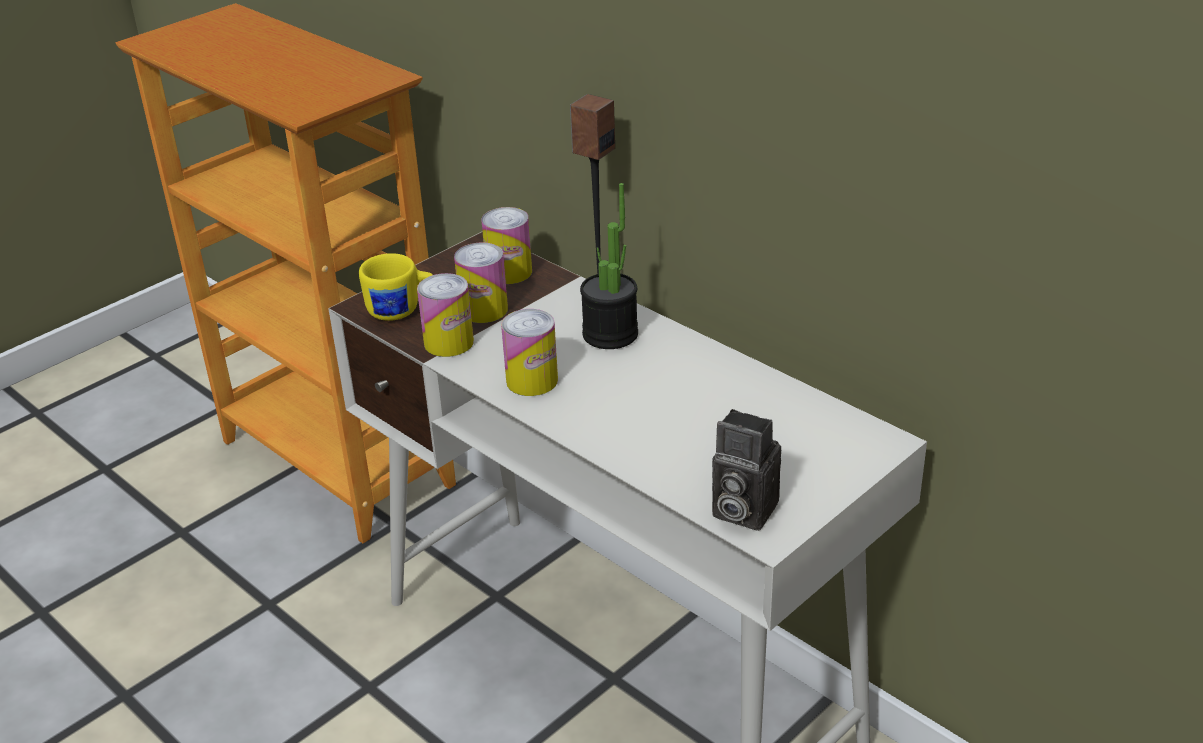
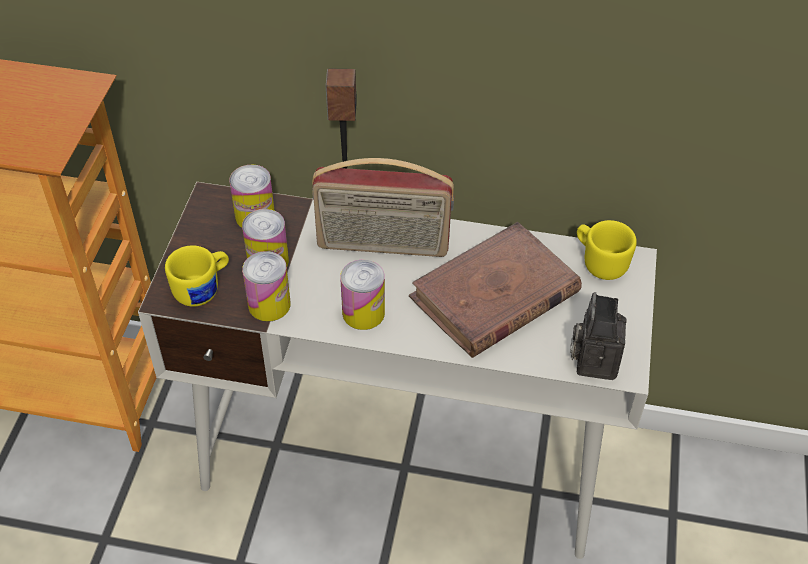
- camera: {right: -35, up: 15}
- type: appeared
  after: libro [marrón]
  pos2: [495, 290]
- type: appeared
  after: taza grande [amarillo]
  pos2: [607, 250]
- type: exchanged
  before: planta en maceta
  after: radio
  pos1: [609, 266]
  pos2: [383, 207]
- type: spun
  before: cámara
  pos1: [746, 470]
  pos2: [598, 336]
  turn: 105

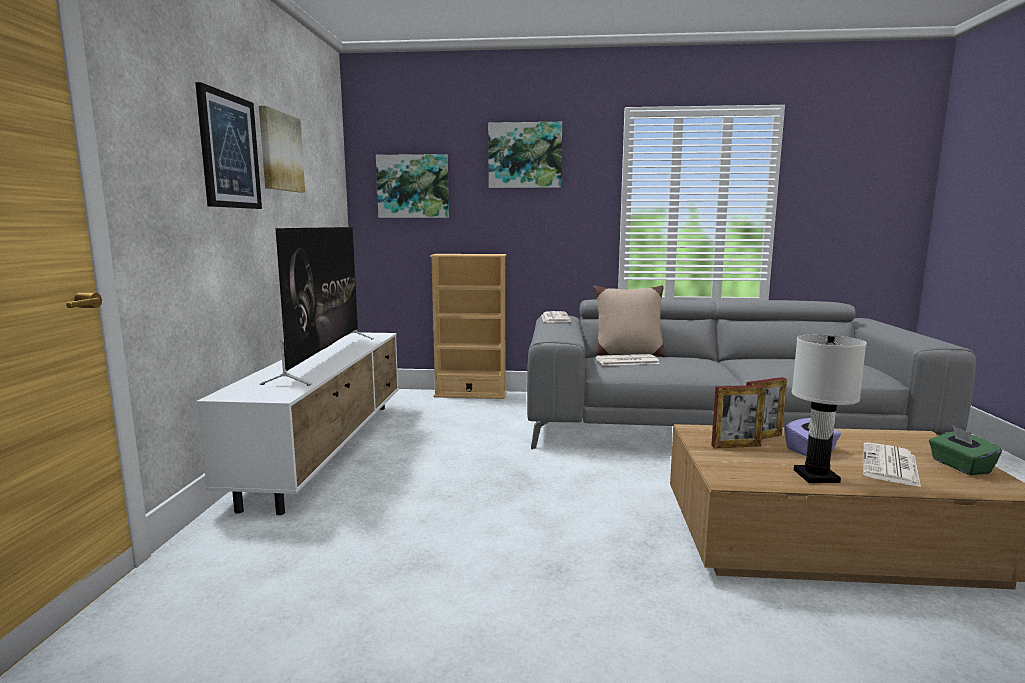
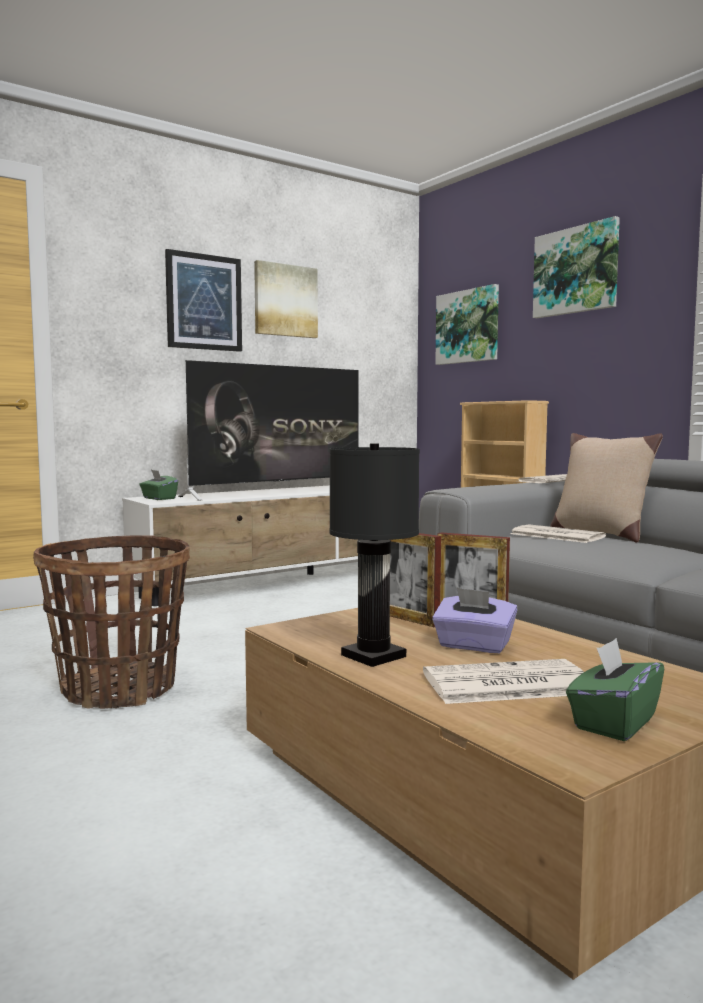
- camera: {right: 50, up: -5}
- type: appeared
  after: cesta
  pos2: [111, 622]
- type: appeared
  after: caja de pañuelos [verde]
  pos2: [158, 485]
- type: colour
  before: lámpara de mesa [blanco]
  after: lámpara de mesa [negro]
  pos1: [829, 408]
  pos2: [374, 555]

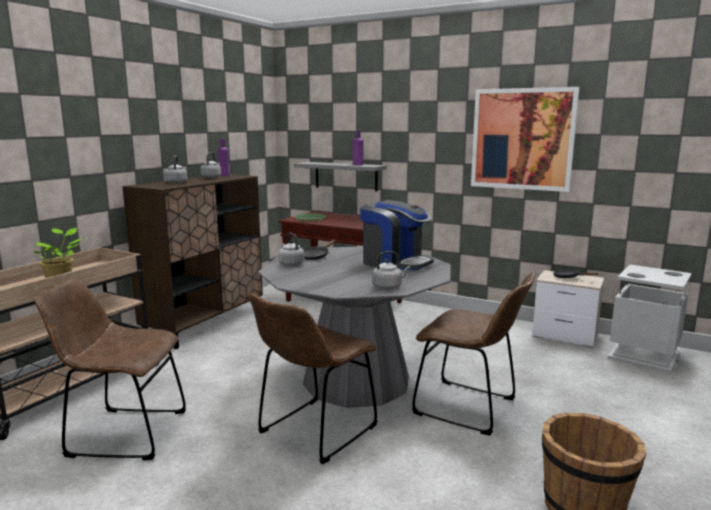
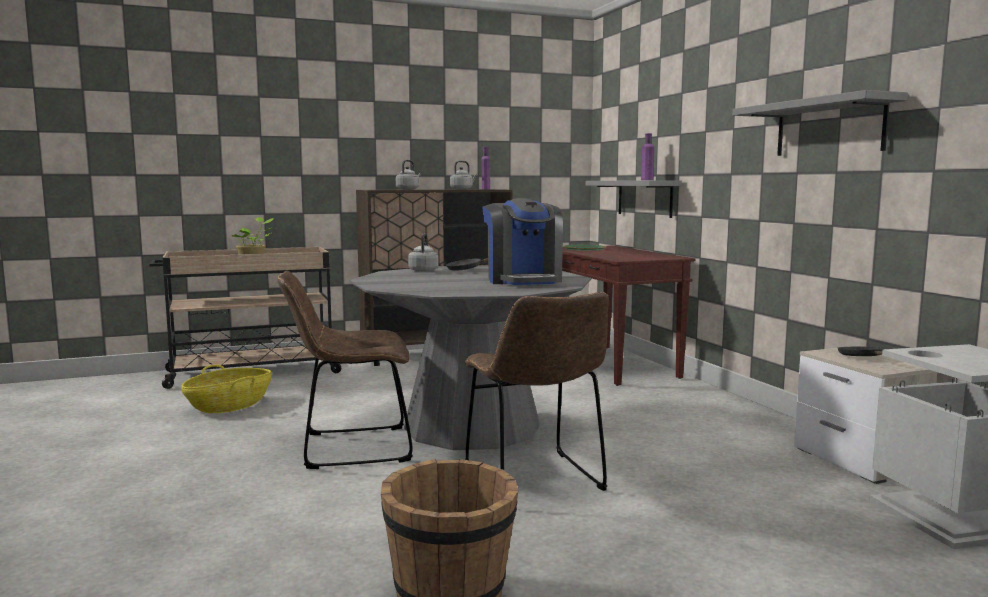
- camera: {right: 40, up: -5}
- type: missing
  before: hervidor [gris]
  pos1: [391, 270]
- type: exchanged
  before: silla [marrón]
  after: cesta
  pos1: [110, 369]
  pos2: [226, 388]
- type: exchanged
  before: cuadro
  after: estante [gris]
  pos1: [525, 139]
  pos2: [820, 123]

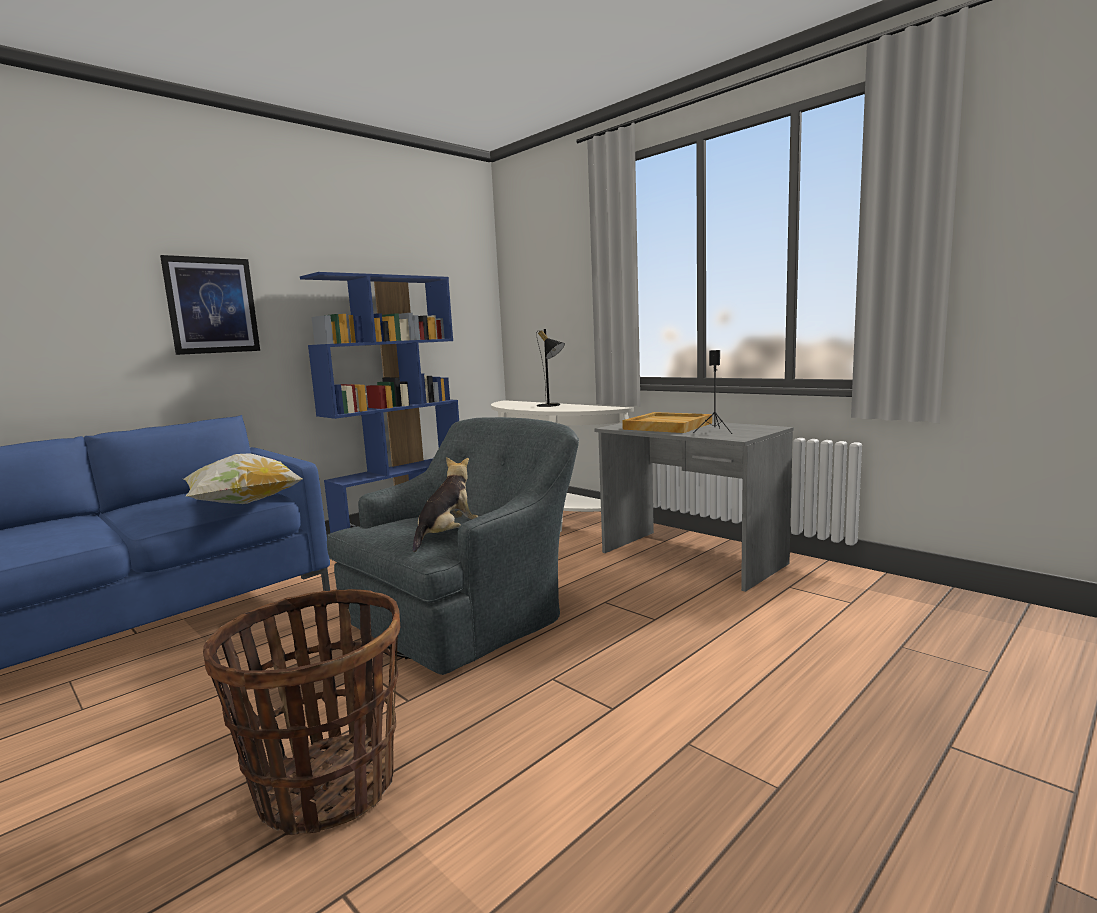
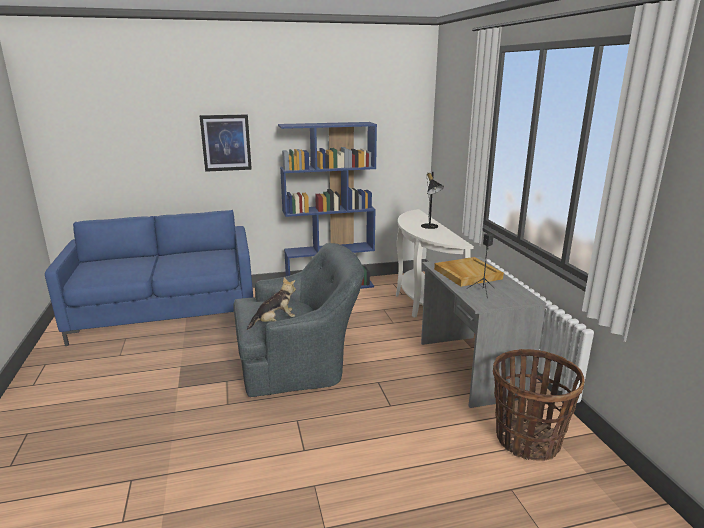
- camera: {right: 30, up: 10}
- type: missing
  before: cojín
  pos1: [243, 479]
- type: relocated
  before: cesta
  pos1: [302, 712]
  pos2: [539, 405]

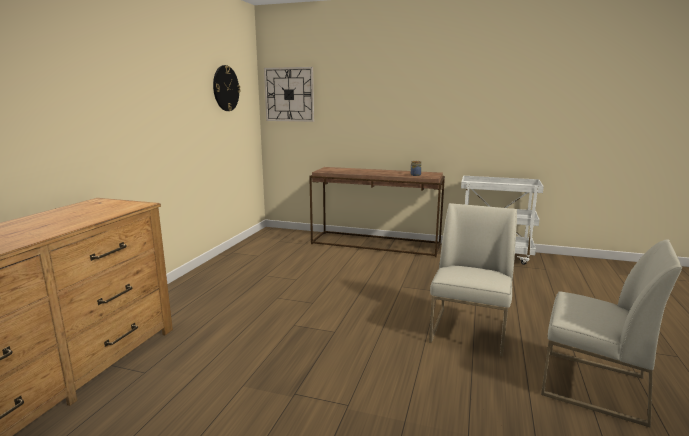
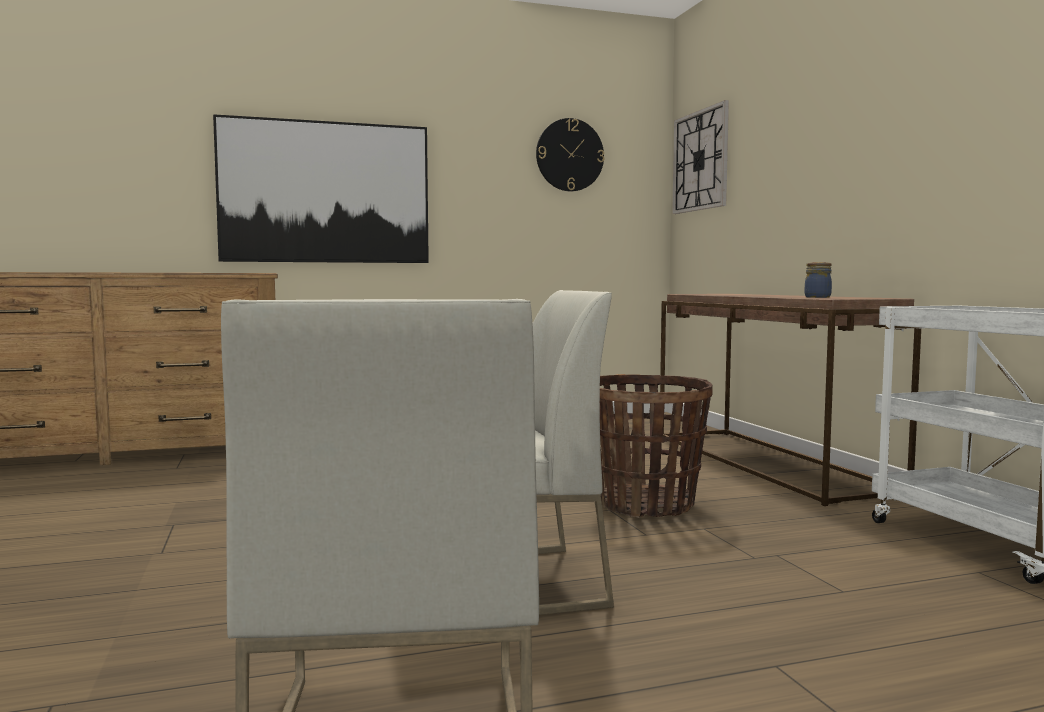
- camera: {right: 55, up: -10}
- type: appeared
  after: cuadro
  pos2: [321, 188]
- type: appeared
  after: cesta
  pos2: [656, 446]

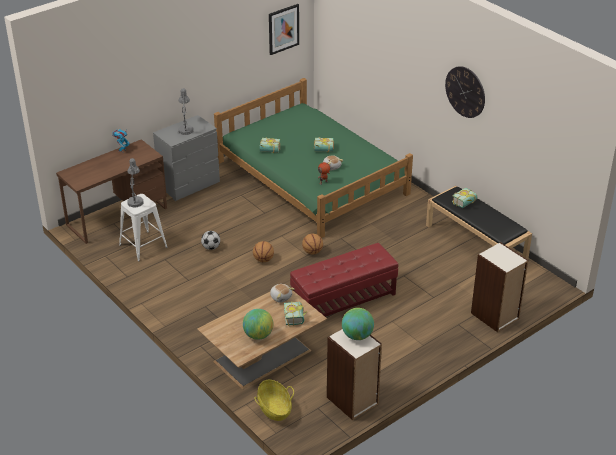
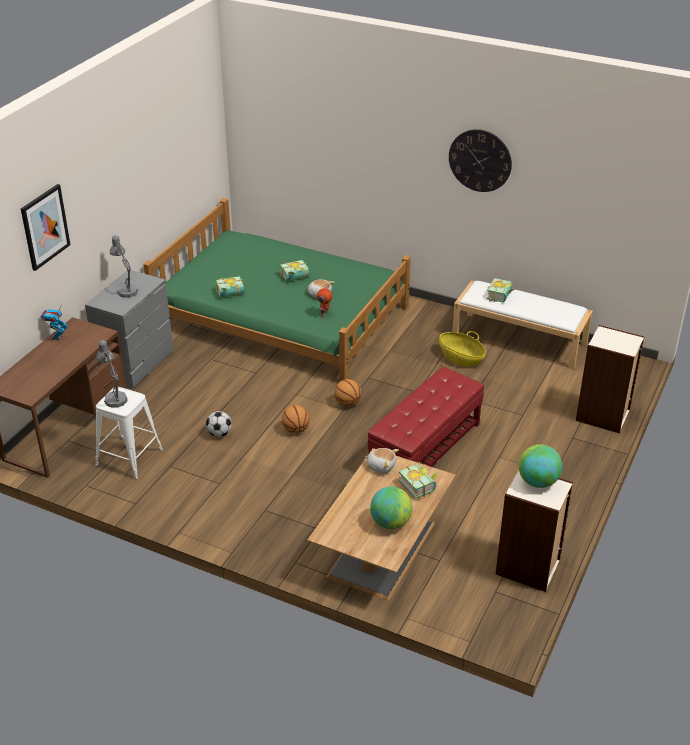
- camera: {right: -25, up: 0}
- type: relocated
  before: cesta
  pos1: [274, 400]
  pos2: [462, 349]
- type: relocated
  before: cuadro
  pos1: [284, 29]
  pos2: [45, 227]
- type: colour
  before: banco [negro]
  after: banco [blanco]
  pos1: [479, 223]
  pos2: [522, 325]

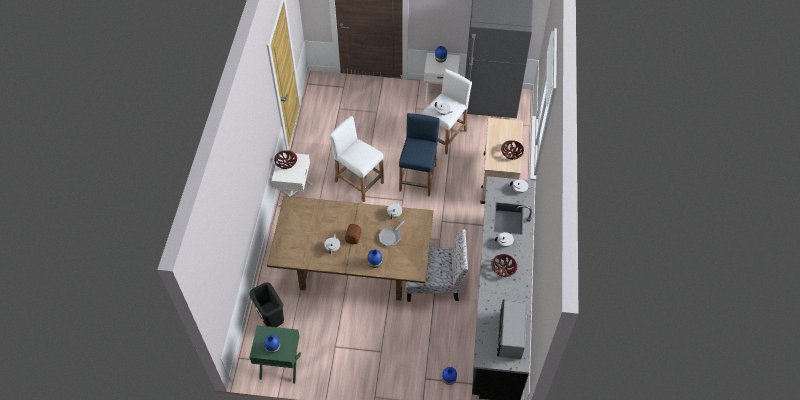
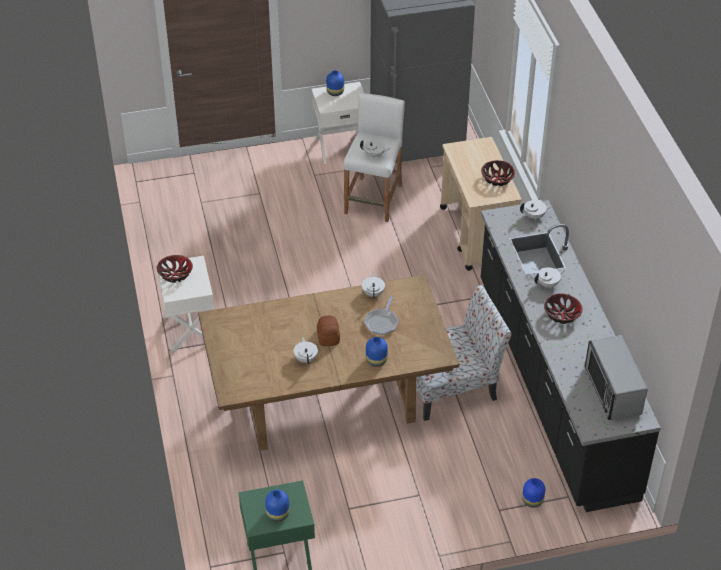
- camera: {right: -20, up: -10}
- type: missing
  before: papelera [negro]
  pos1: [267, 304]
- type: missing
  before: taburete [blanco]
  pos1: [356, 159]
- type: missing
  before: taburete [azul]
  pos1: [419, 154]

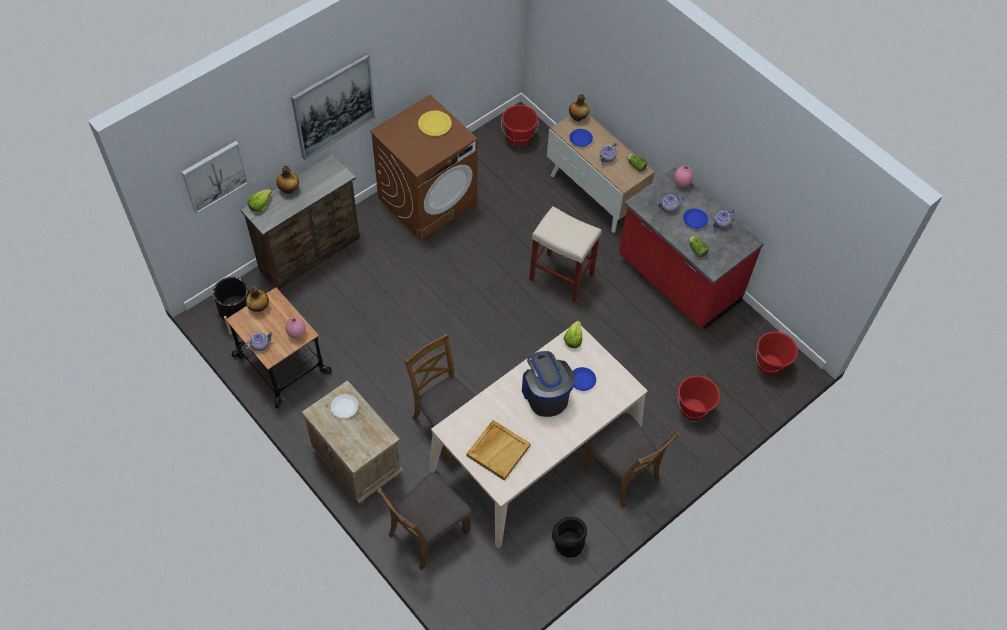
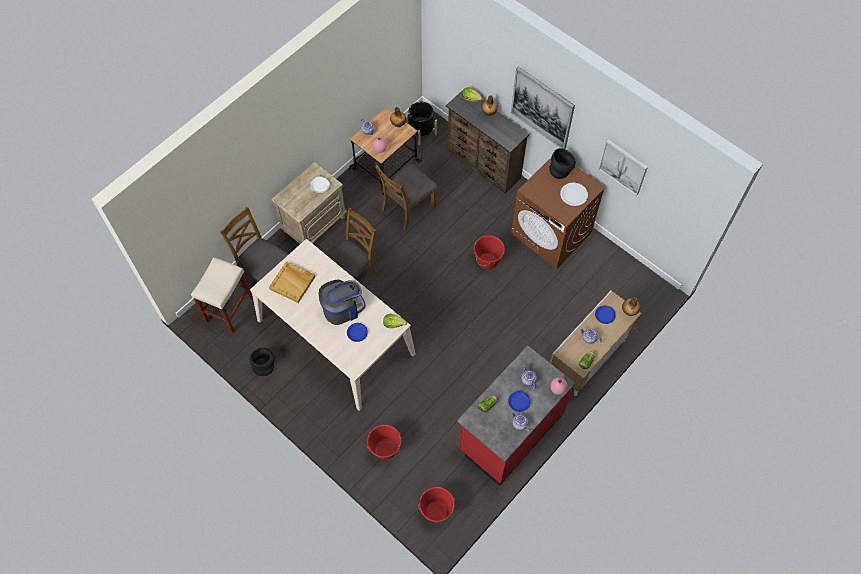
- camera: {right: 85, up: 5}
- type: appeared
  after: florero [negro]
  pos2: [562, 163]
- type: relocated
  before: cuadro
  pos1: [215, 177]
  pos2: [623, 168]
- type: relocated
  before: cubo [rojo]
  pos1: [520, 125]
  pos2: [489, 252]
- type: relocated
  before: taburete [beis]
  pos1: [565, 254]
  pos2: [222, 295]
- type: relocated
  before: silla [marrón]
  pos1: [631, 460]
  pos2: [406, 197]
- type: colour
  before: plato [amarillo]
  after: plato [blanco]
  pos1: [435, 123]
  pos2: [574, 194]

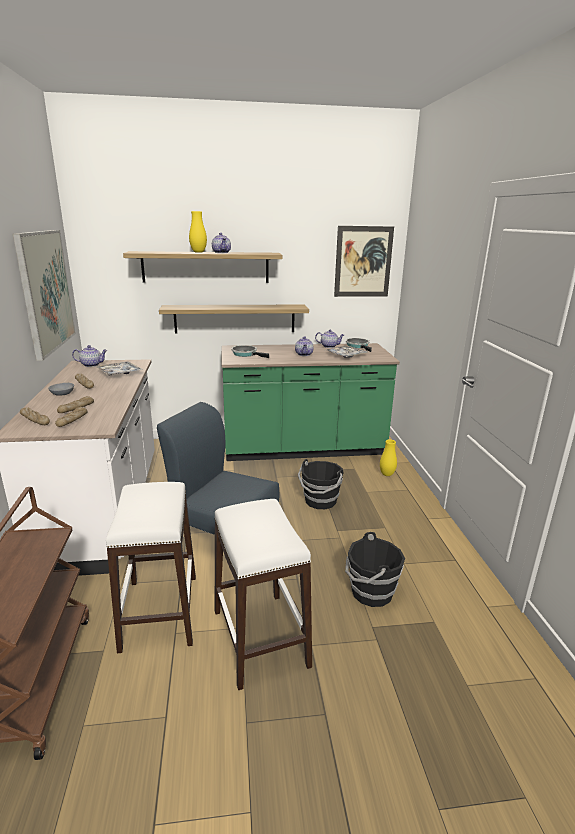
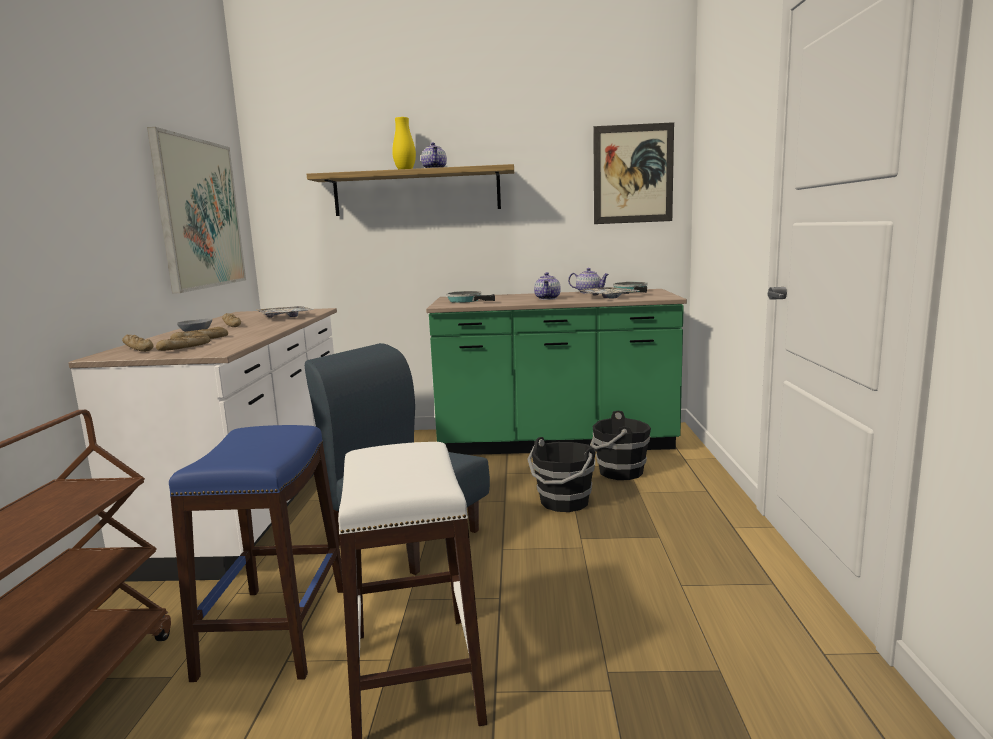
- camera: {right: 10, up: -10}
- type: missing
  before: tetera
  pos1: [89, 356]
- type: missing
  before: estante
  pos1: [234, 319]
- type: missing
  before: florero [amarillo]
  pos1: [388, 457]
- type: relocated
  before: cubo [negro]
  pos1: [375, 569]
  pos2: [620, 445]
- type: colour
  before: taburete [blanco]
  after: taburete [azul]
  pos1: [151, 567]
  pos2: [256, 553]

